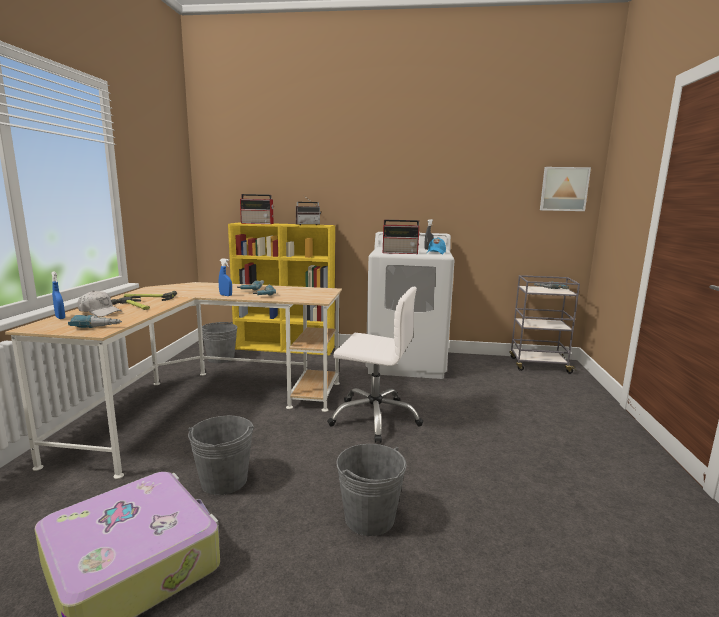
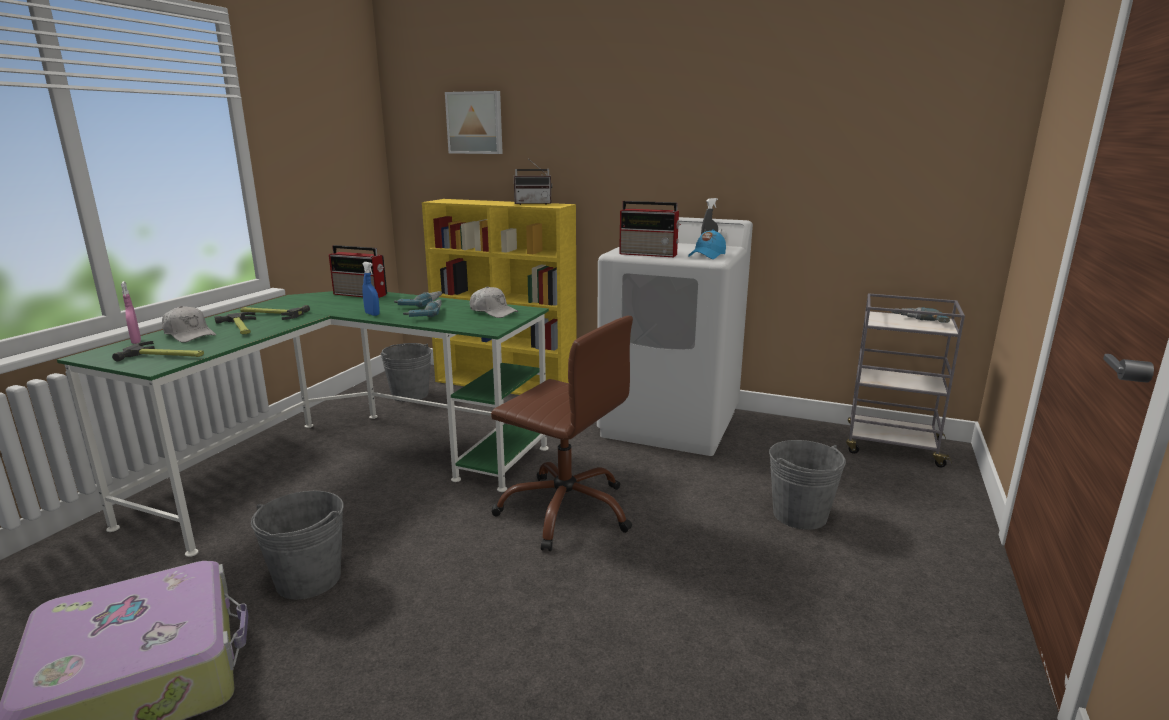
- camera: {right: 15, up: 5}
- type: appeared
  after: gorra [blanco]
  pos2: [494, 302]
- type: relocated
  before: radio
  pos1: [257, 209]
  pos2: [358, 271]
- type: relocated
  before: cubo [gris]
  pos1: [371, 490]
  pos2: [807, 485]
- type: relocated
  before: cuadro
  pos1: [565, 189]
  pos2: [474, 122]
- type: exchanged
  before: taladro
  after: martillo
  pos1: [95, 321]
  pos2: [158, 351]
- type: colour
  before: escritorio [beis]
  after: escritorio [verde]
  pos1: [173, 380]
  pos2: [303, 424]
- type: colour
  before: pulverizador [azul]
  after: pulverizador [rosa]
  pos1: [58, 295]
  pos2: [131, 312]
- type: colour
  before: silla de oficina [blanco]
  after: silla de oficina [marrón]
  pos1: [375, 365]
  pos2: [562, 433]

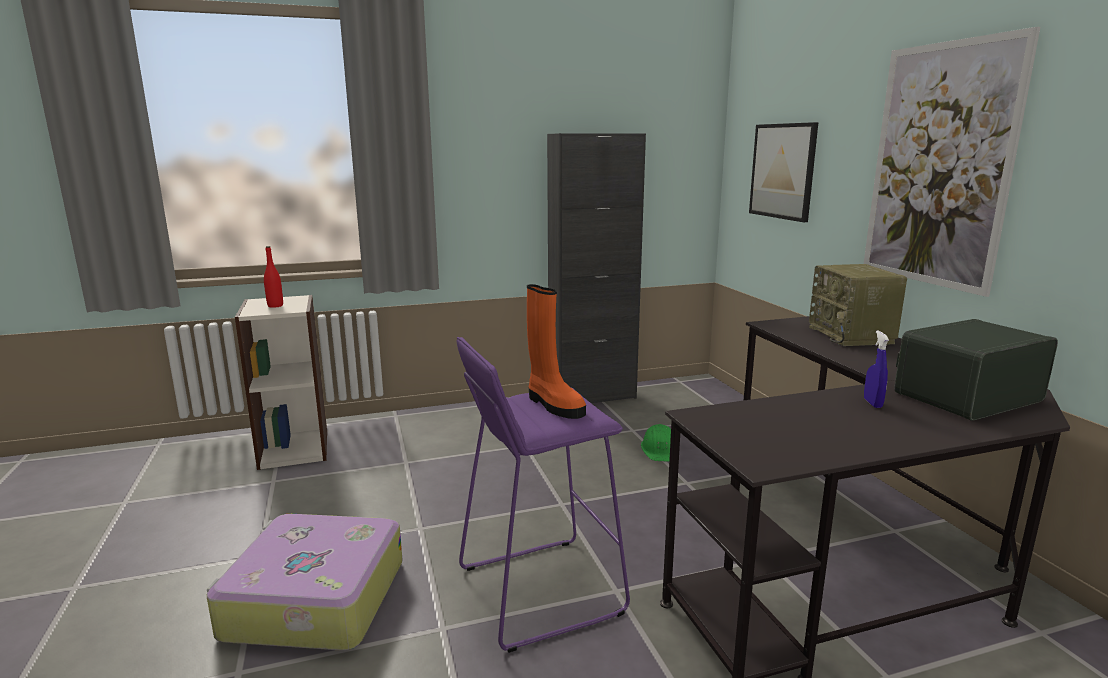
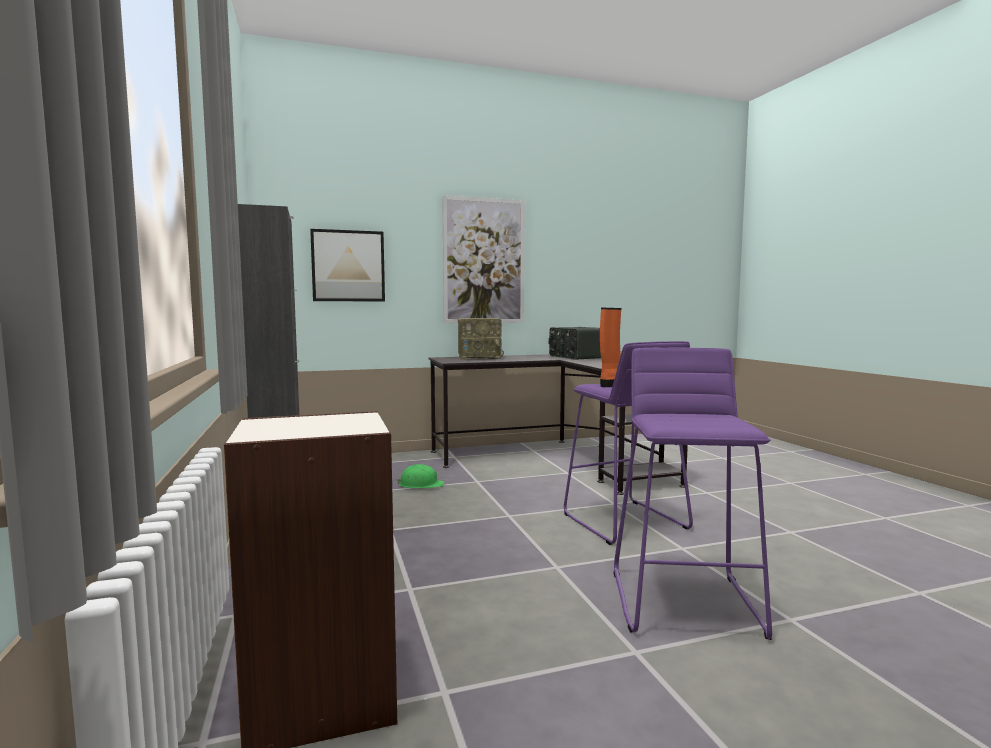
- camera: {right: -90, up: -10}
- type: missing
  before: botella [rojo]
  pos1: [273, 277]
- type: missing
  before: pulverizador [azul]
  pos1: [876, 369]
- type: exchanged
  before: maleta
  after: taburete [morado]
  pos1: [305, 582]
  pos2: [693, 494]

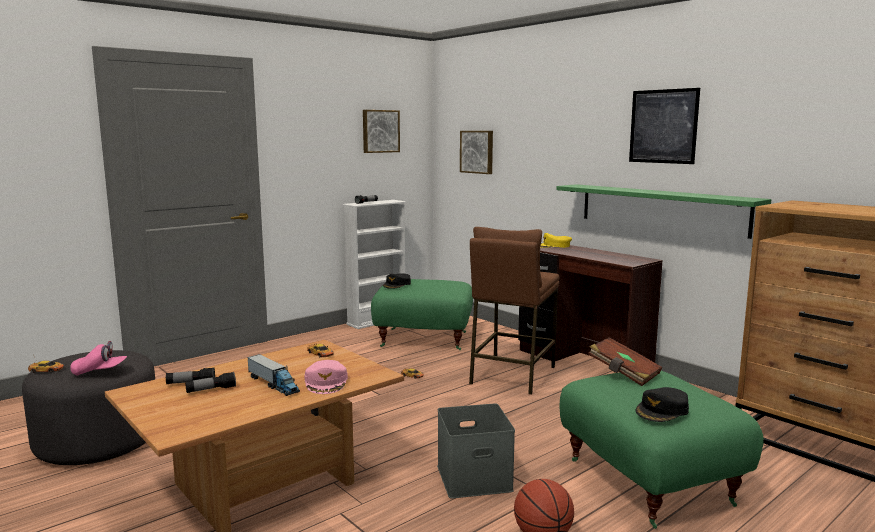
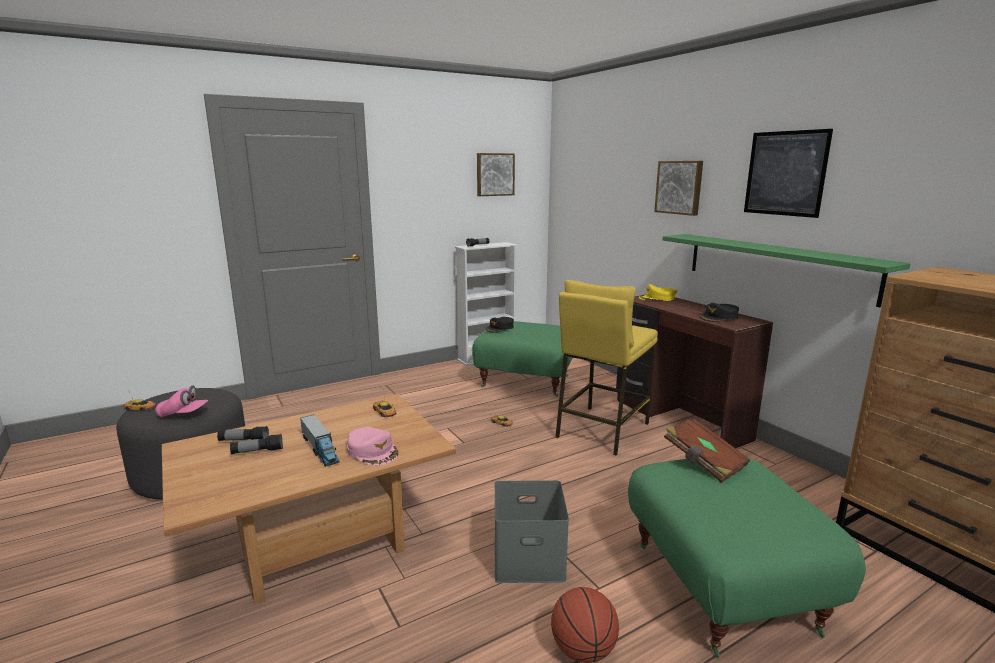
- camera: {right: 10, up: 5}
- type: relocated
  before: cuadro
  pos1: [476, 152]
  pos2: [678, 188]
- type: relocated
  before: gorra [negro]
  pos1: [662, 404]
  pos2: [719, 312]
- type: colour
  before: taburete [marrón]
  after: taburete [amarillo]
  pos1: [514, 311]
  pos2: [606, 368]
- type: spun
  before: gorra [rosa]
  pos1: [326, 377]
  pos2: [373, 446]
  turn: -45

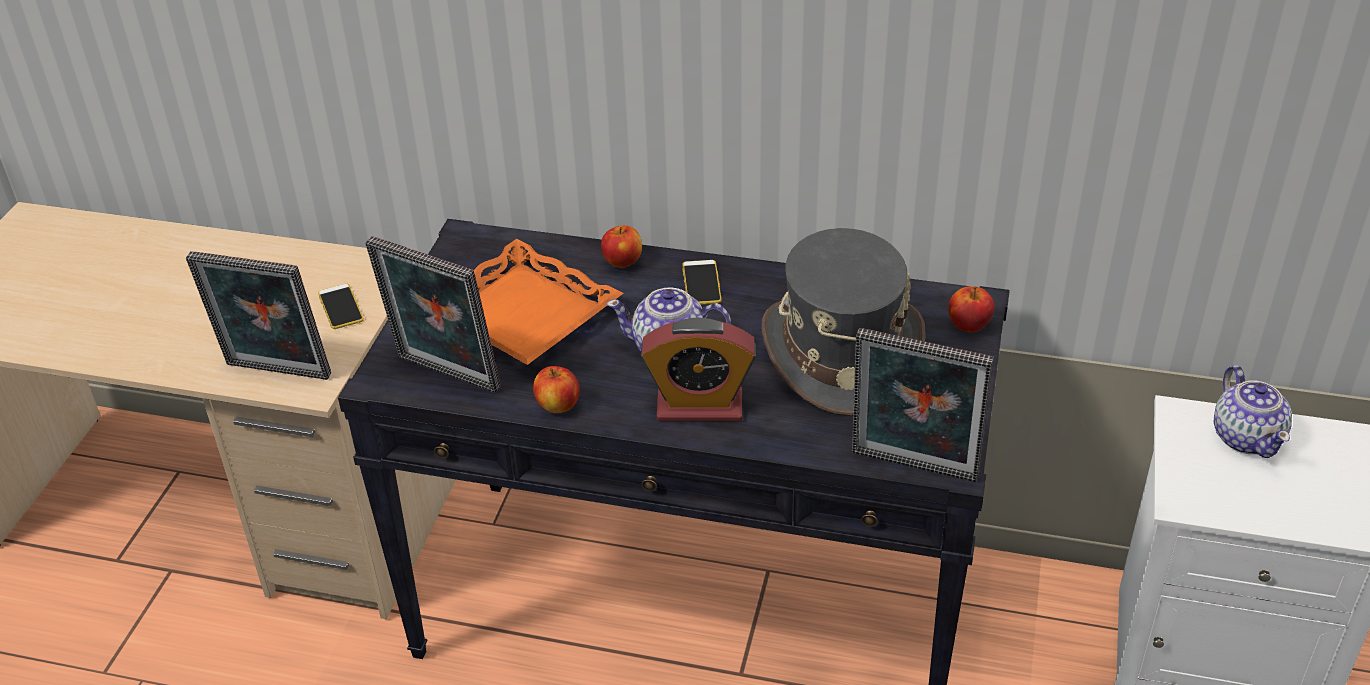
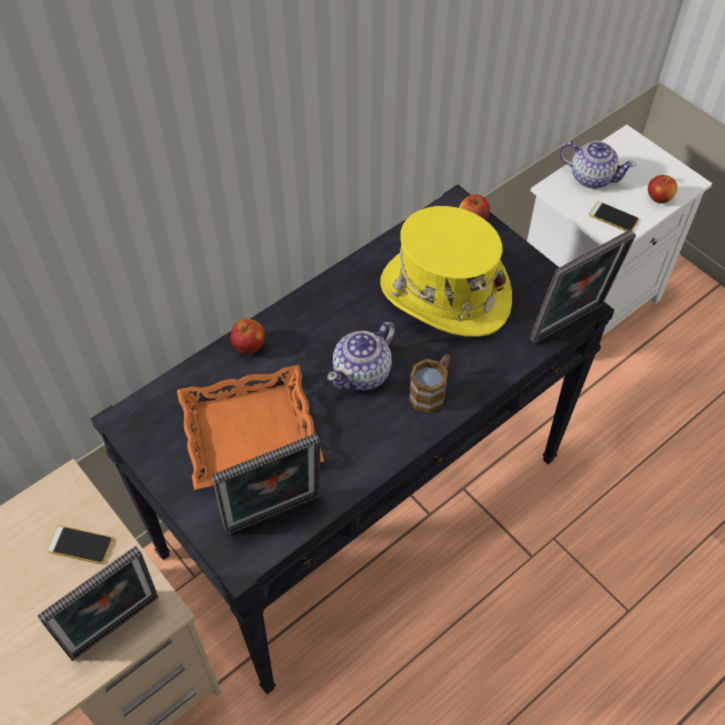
- camera: {right: -55, up: 15}
- type: relocated
  before: manzana
  pos1: [556, 389]
  pos2: [662, 189]
- type: relocated
  before: móvil
  pos1: [702, 282]
  pos2: [614, 216]
- type: exchanged
  before: despertador
  after: taza grande
  pos1: [698, 369]
  pos2: [430, 383]
- type: colour
  before: sombrero [gris]
  after: sombrero [amarillo]
  pos1: [843, 322]
  pos2: [446, 271]

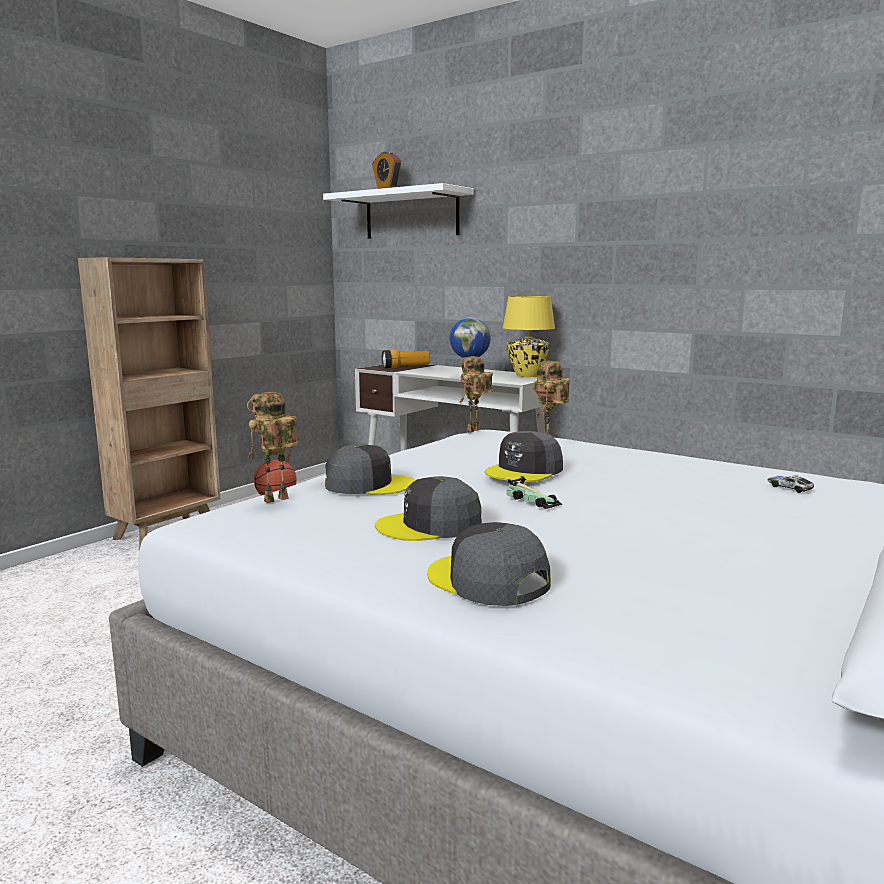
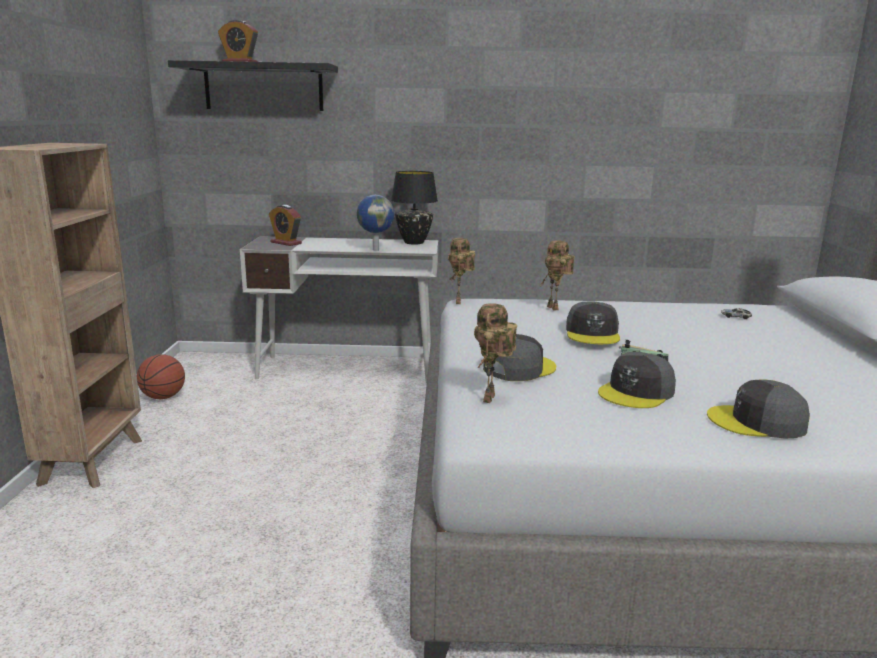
- camera: {right: -35, up: 5}
- type: exchanged
  before: linterna
  after: despertador
  pos1: [406, 359]
  pos2: [285, 225]
- type: colour
  before: estante [blanco]
  after: estante [negro]
  pos1: [398, 211]
  pos2: [253, 85]
- type: colour
  before: lámpara de mesa [amarillo]
  after: lámpara de mesa [negro]
  pos1: [528, 336]
  pos2: [414, 208]

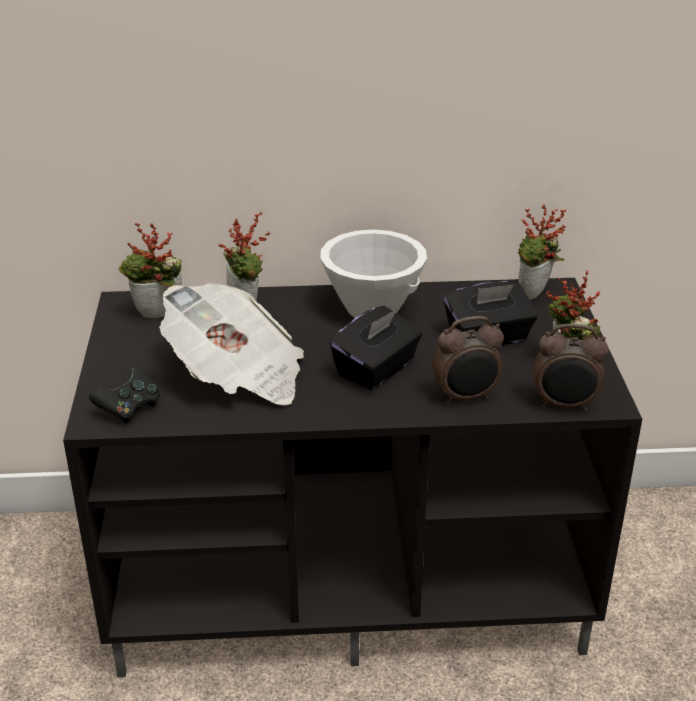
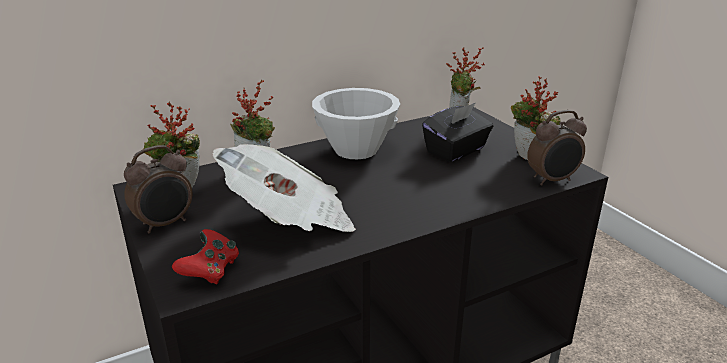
- camera: {right: -25, up: -5}
- type: missing
  before: caja de pañuelos [negro]
  pos1: [376, 348]
- type: relocated
  before: despertador
  pos1: [468, 360]
  pos2: [158, 189]
- type: colour
  before: mando de consola [negro]
  after: mando de consola [rojo]
  pos1: [124, 394]
  pos2: [205, 257]

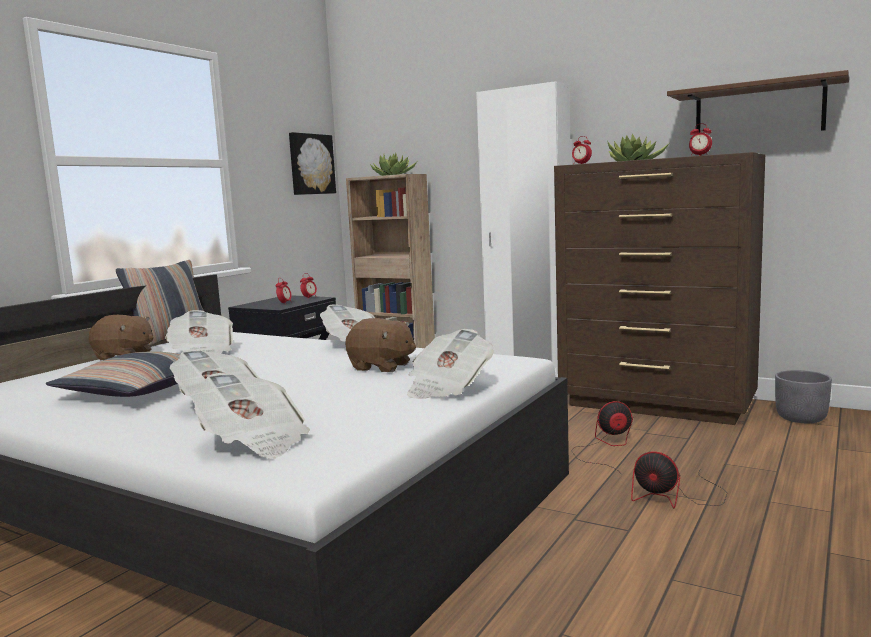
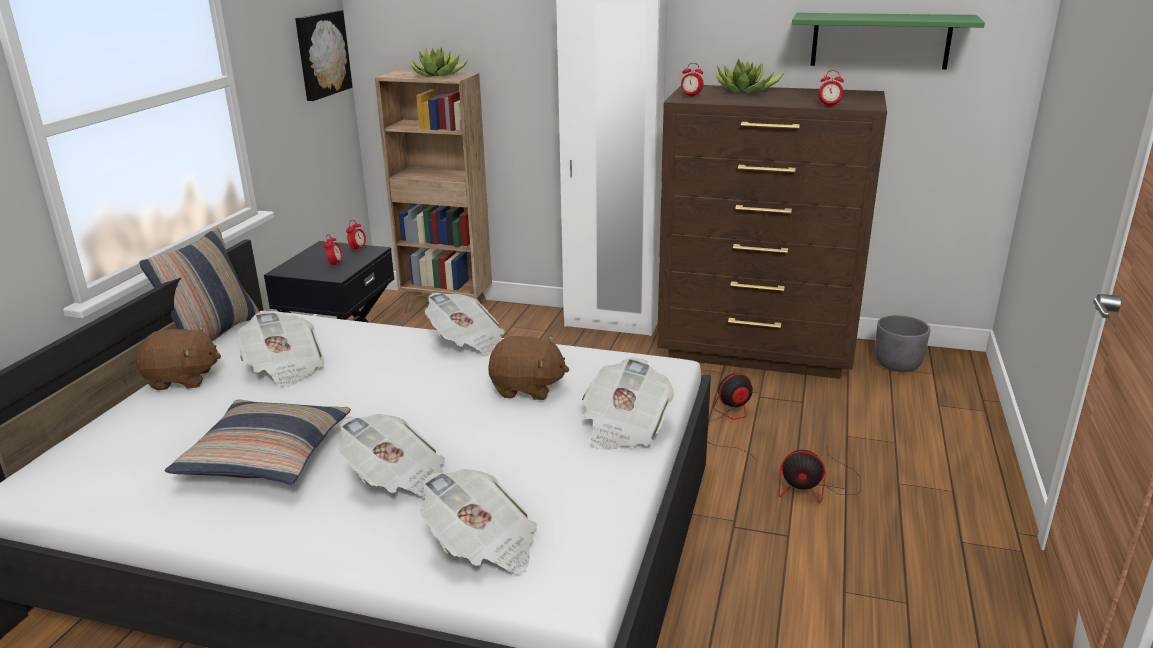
- camera: {right: -15, up: 15}
- type: colour
  before: estante [marrón]
  after: estante [verde]
  pos1: [758, 101]
  pos2: [888, 41]

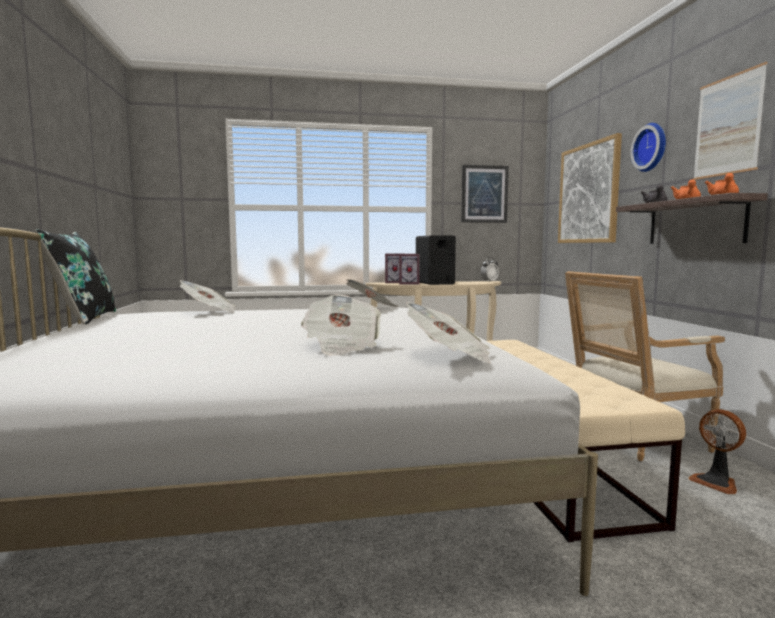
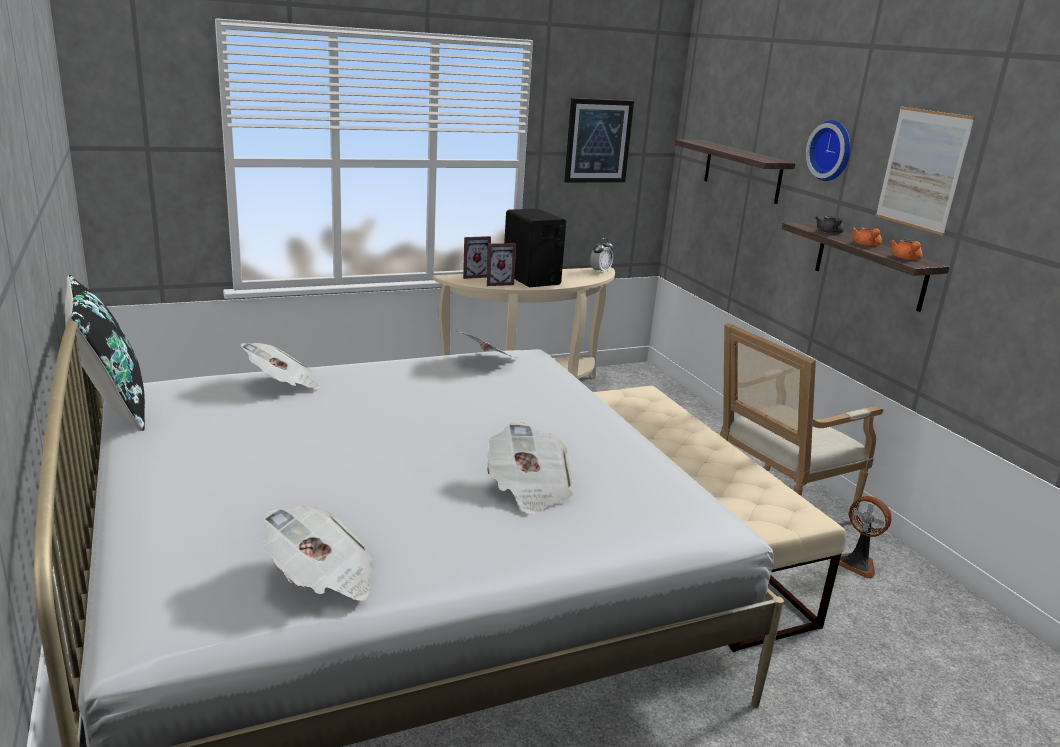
- camera: {right: -15, up: 15}
- type: relocated
  before: periódico
  pos1: [448, 332]
  pos2: [318, 553]
- type: exchanged
  before: cuadro
  after: estante
  pos1: [590, 188]
  pos2: [735, 171]

